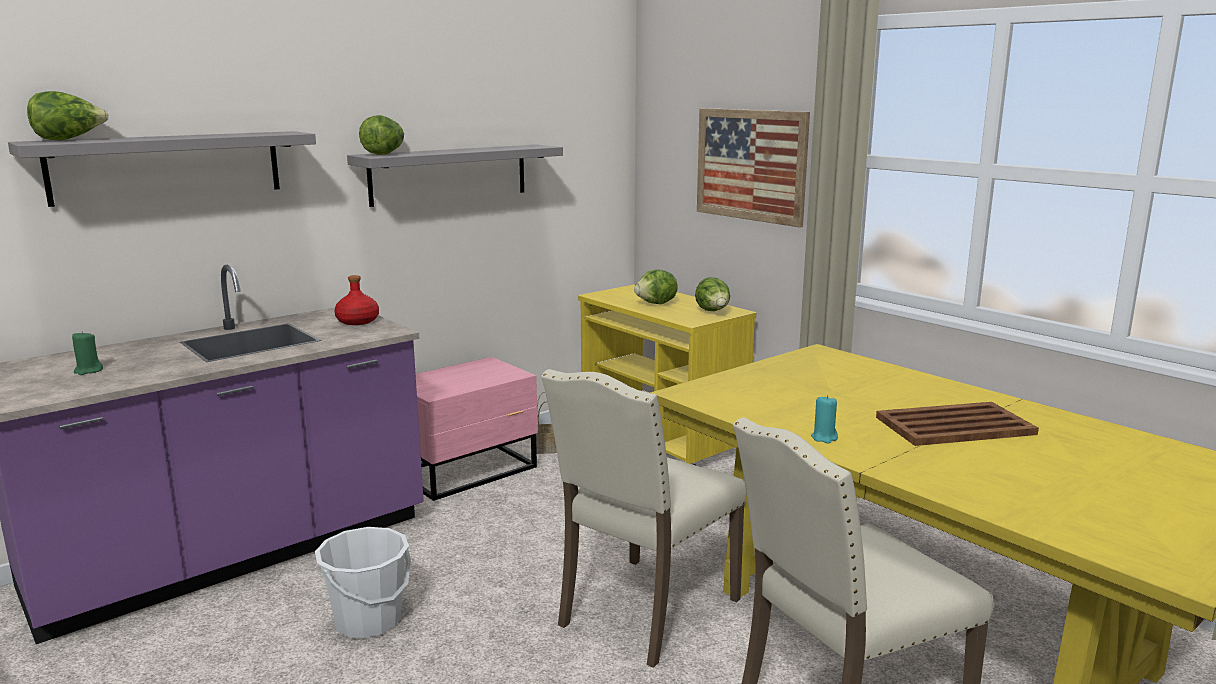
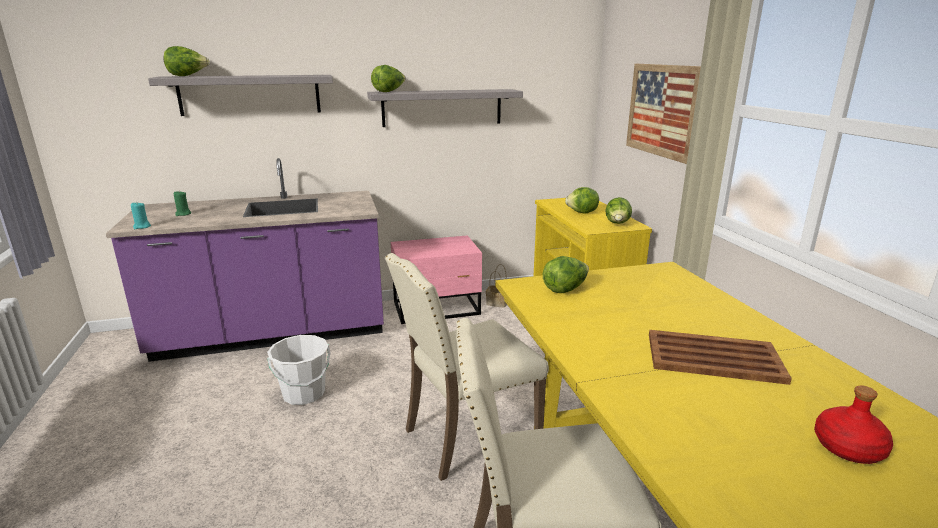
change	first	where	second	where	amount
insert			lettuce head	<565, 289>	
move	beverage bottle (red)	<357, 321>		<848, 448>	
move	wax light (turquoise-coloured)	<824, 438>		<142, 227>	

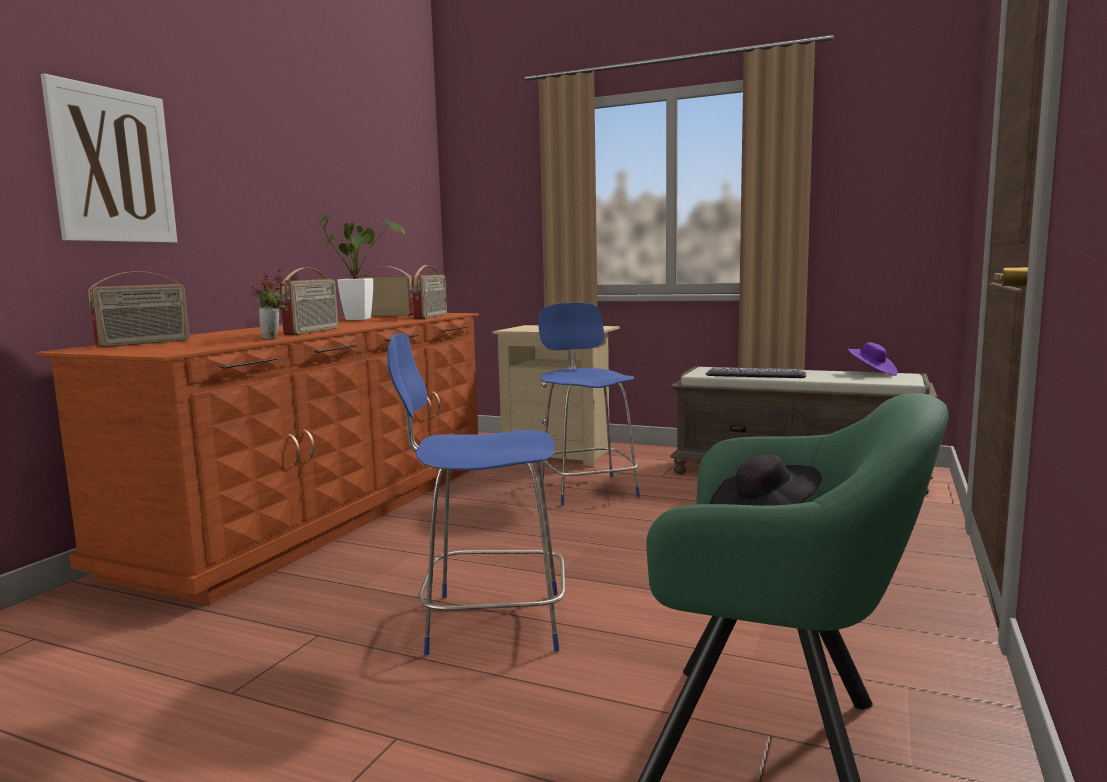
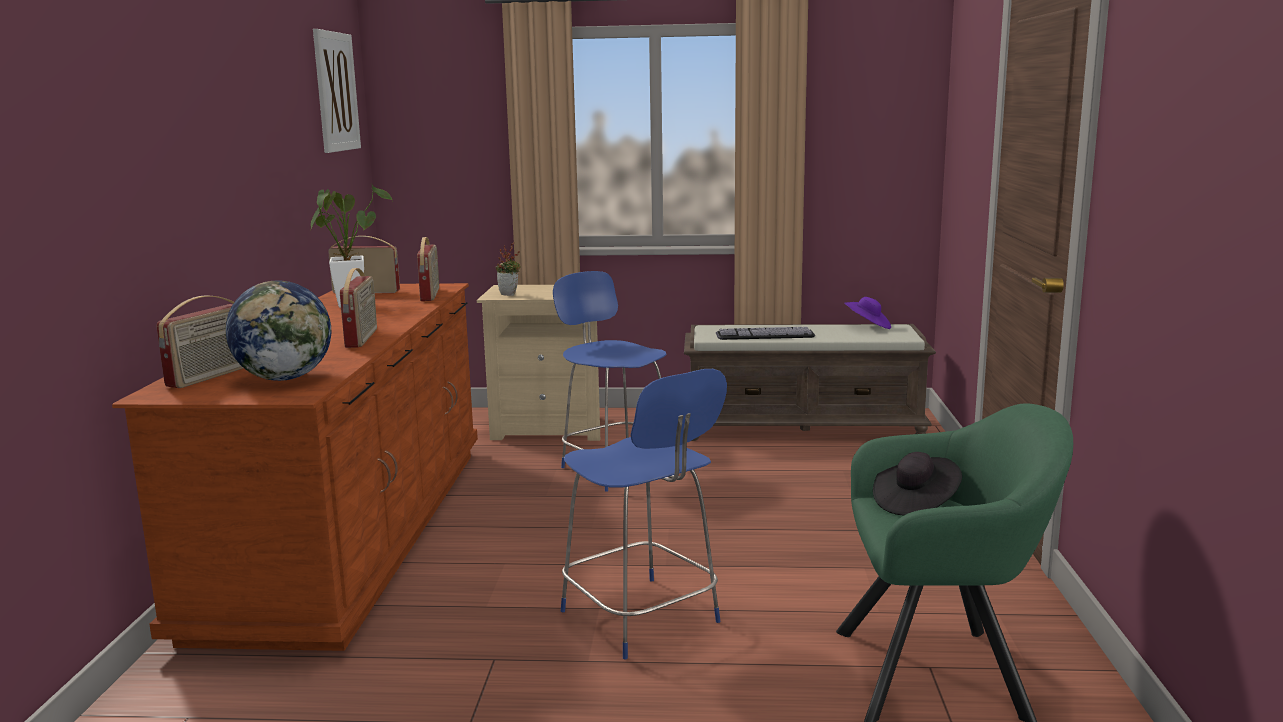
change	first	where	second	where	amount
insert			desk globe	<285, 378>	
move	wall art	<113, 166>		<336, 92>	
move	plant in a pot	<273, 338>		<510, 294>	
rotate	plain chair (bluish)	<489, 622>		<642, 619>	105 degrees counterclockwise

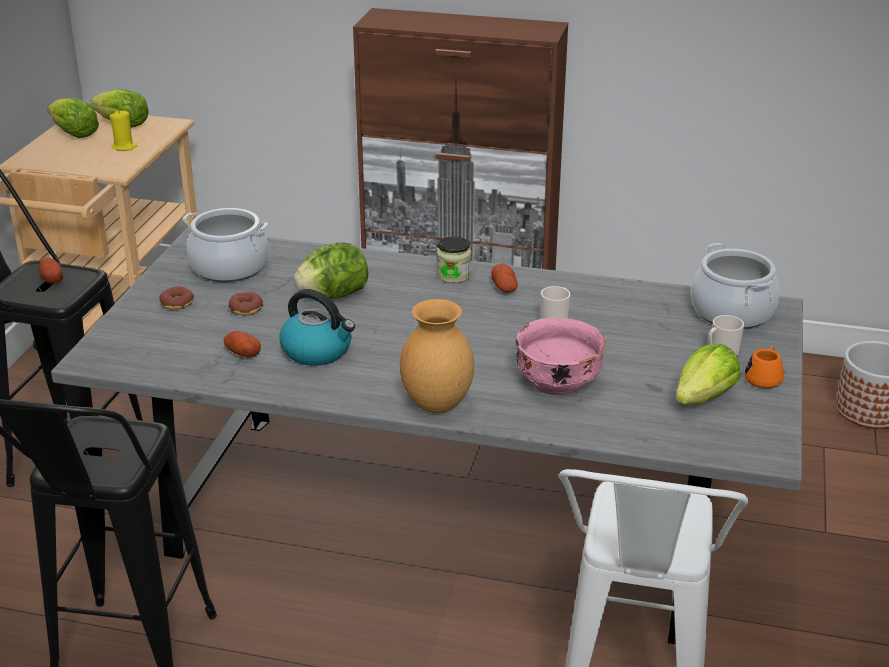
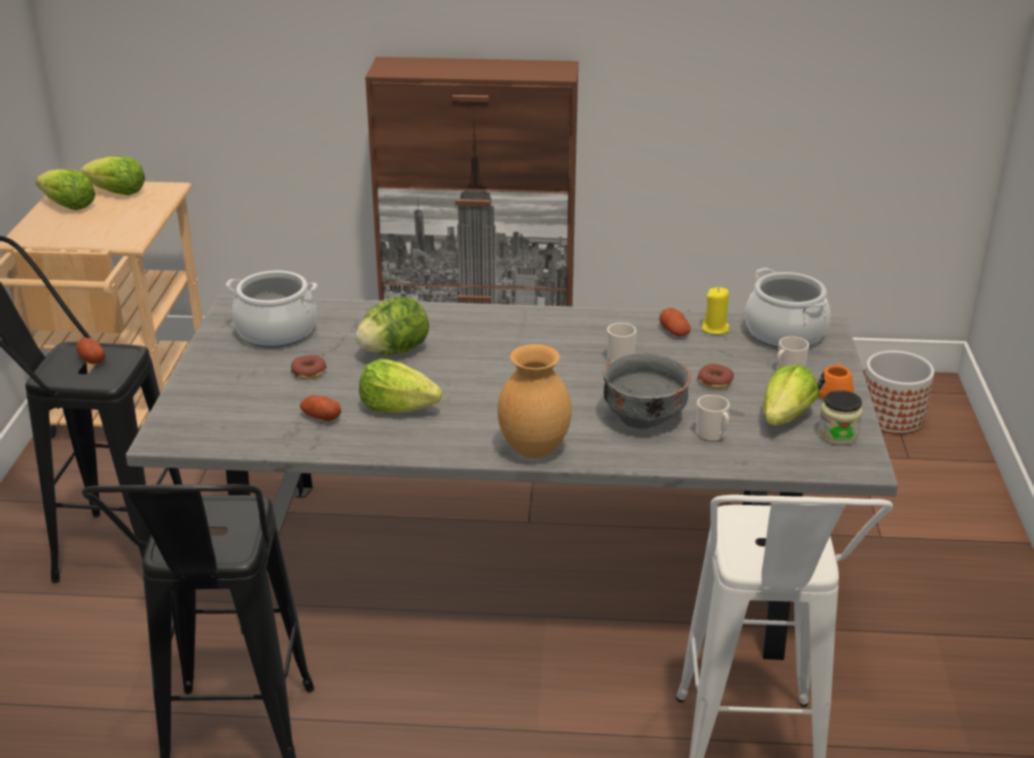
change	first	where	second	where	amount
insert			mug	<712, 435>	
move	wax light (yellow-coloured)	<124, 147>		<715, 329>	
move	ring doughnut	<177, 303>		<715, 381>	
move	jar	<453, 275>		<837, 435>	
move	spud	<504, 287>		<674, 331>	
replace	kettle	<318, 351>	lettuce head	<397, 408>	
recolor	serving bowl (pinkish)	<557, 384>	serving bowl (grey)	<643, 417>	

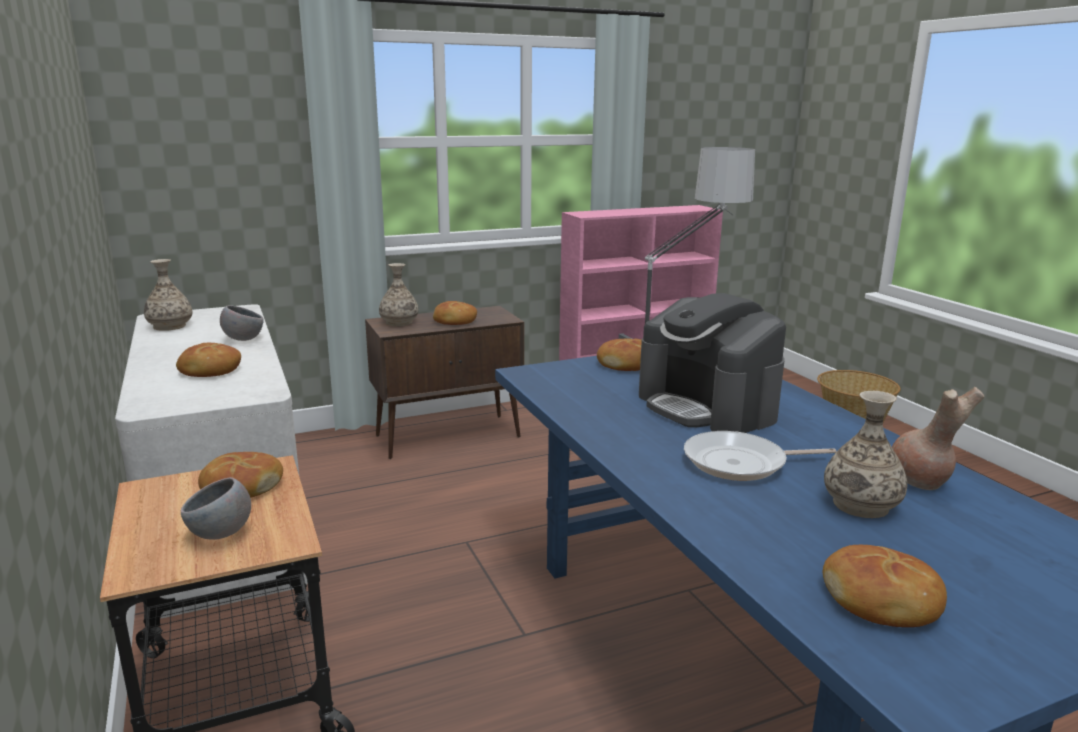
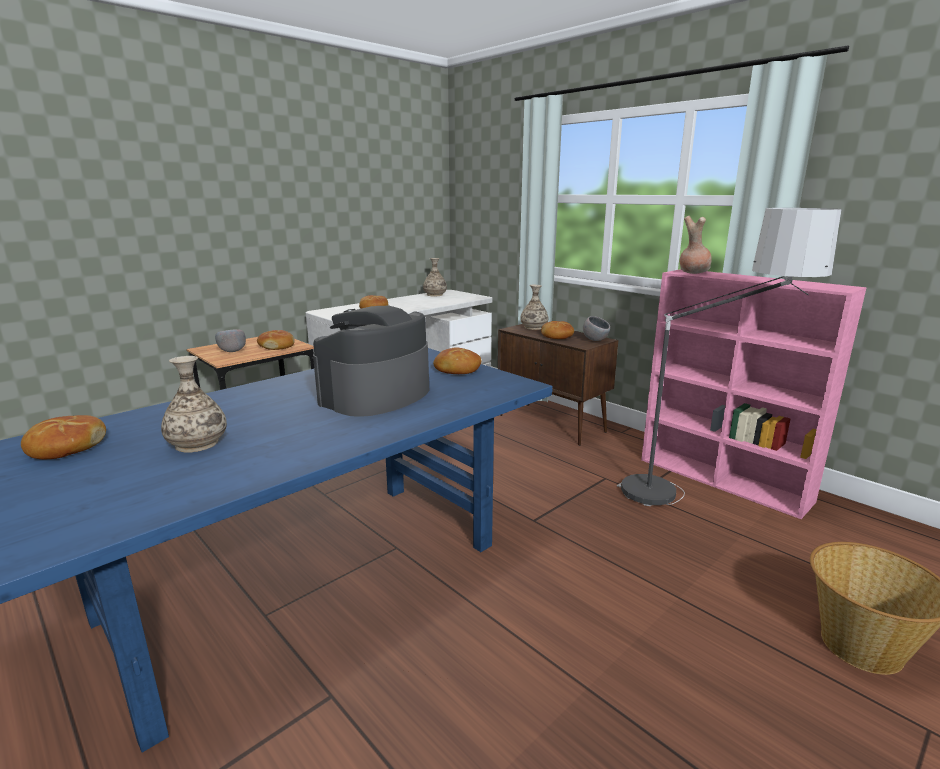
change	first	where	second	where	amount
delete	frying pan	<740, 463>			
move	serving bowl (grey)	<243, 339>		<595, 340>	
move	flower vase (brown)	<919, 482>		<692, 272>	

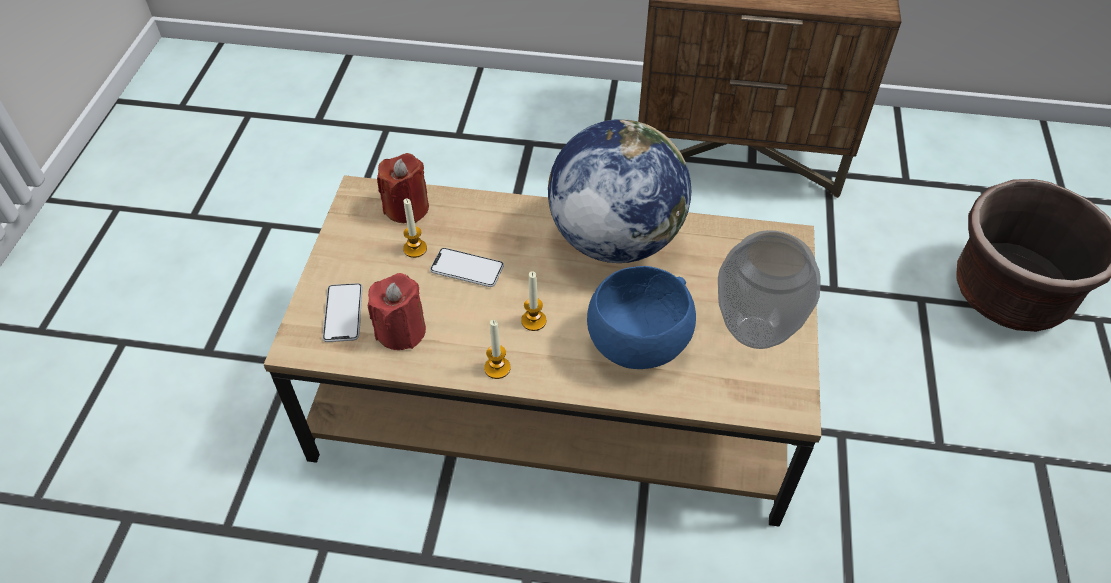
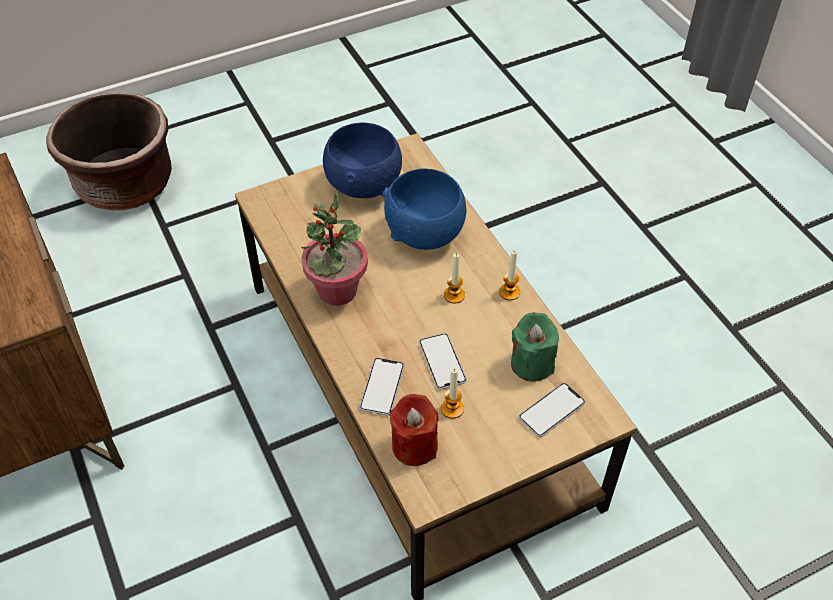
change	first	where	second	where	amount
insert			phone	<382, 387>	
replace	desk globe	<614, 239>	plant in a pot	<337, 291>	
replace	flower vase	<756, 333>	serving bowl (bluish)	<364, 184>	
recolor	wax light (red)	<401, 331>	wax light (green-coloured)	<532, 364>	

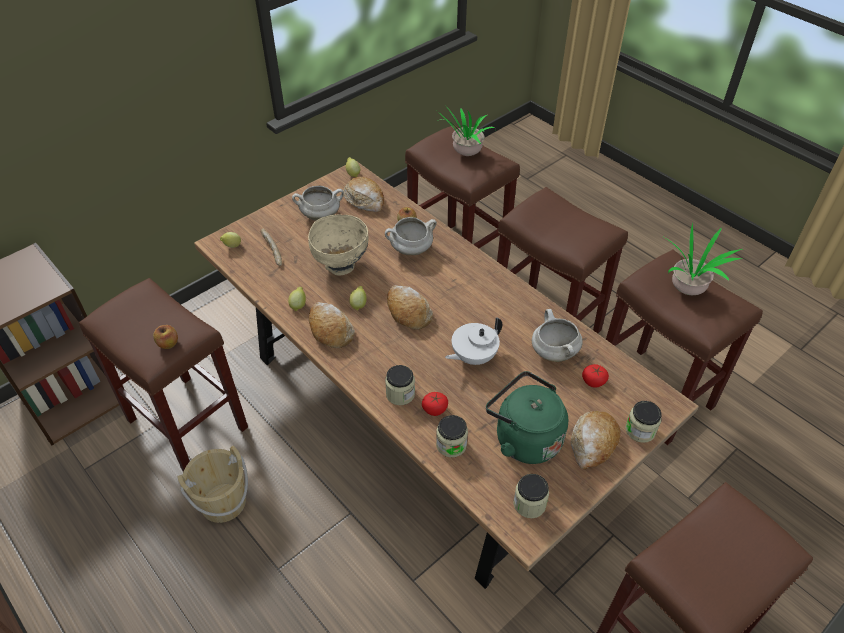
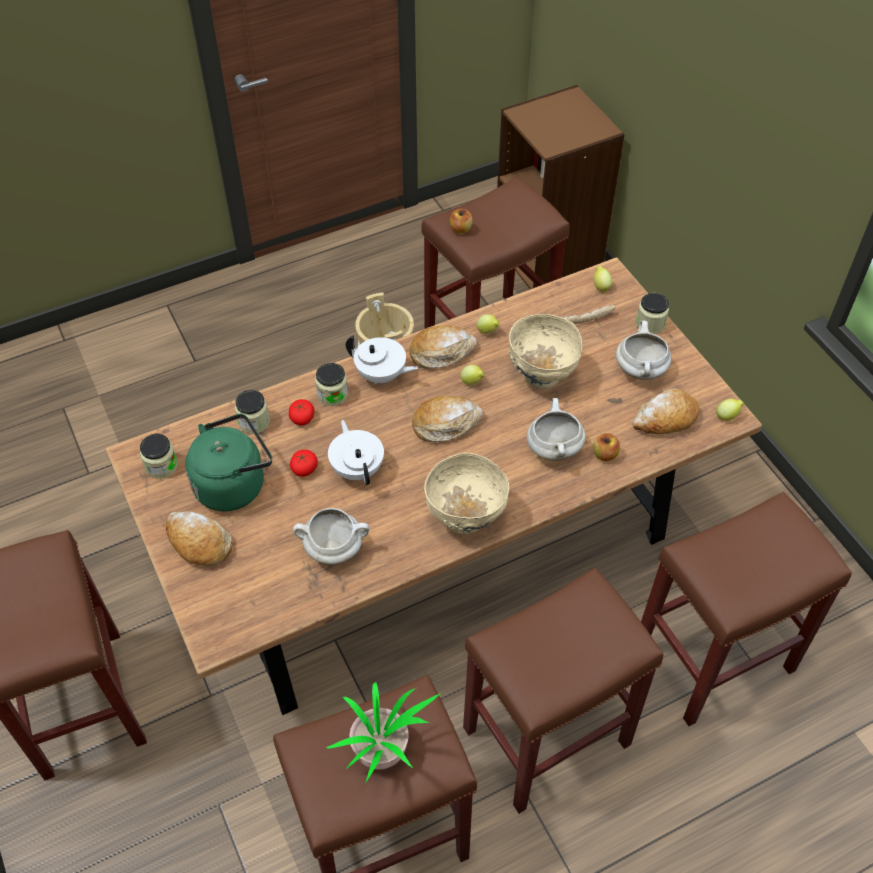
change	first	where	second	where	amount
delete	plant in a pot	<465, 154>			
insert			pot for tea (white-coloured)	<381, 375>	
insert			serving bowl (beige)	<465, 519>	
move	fresh tomato	<593, 381>		<304, 469>	
move	jar	<640, 430>		<650, 323>	

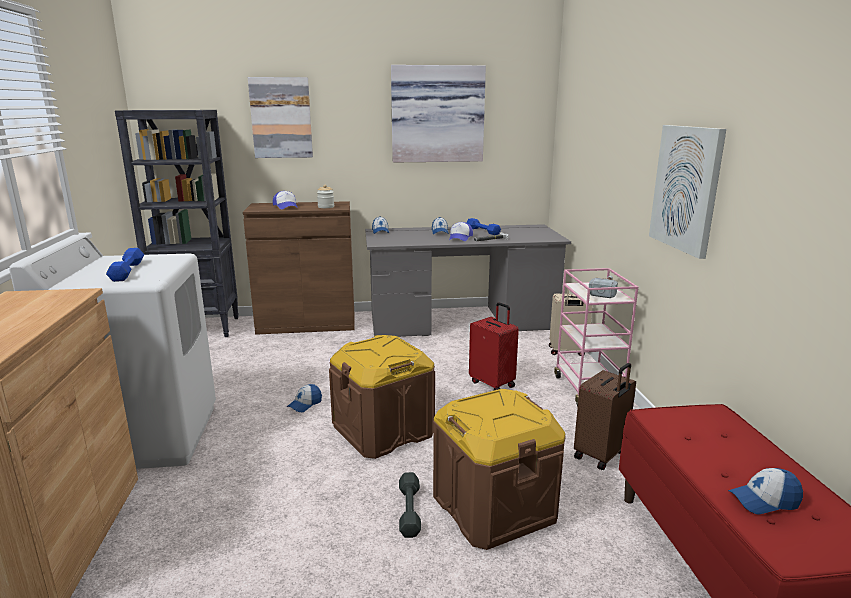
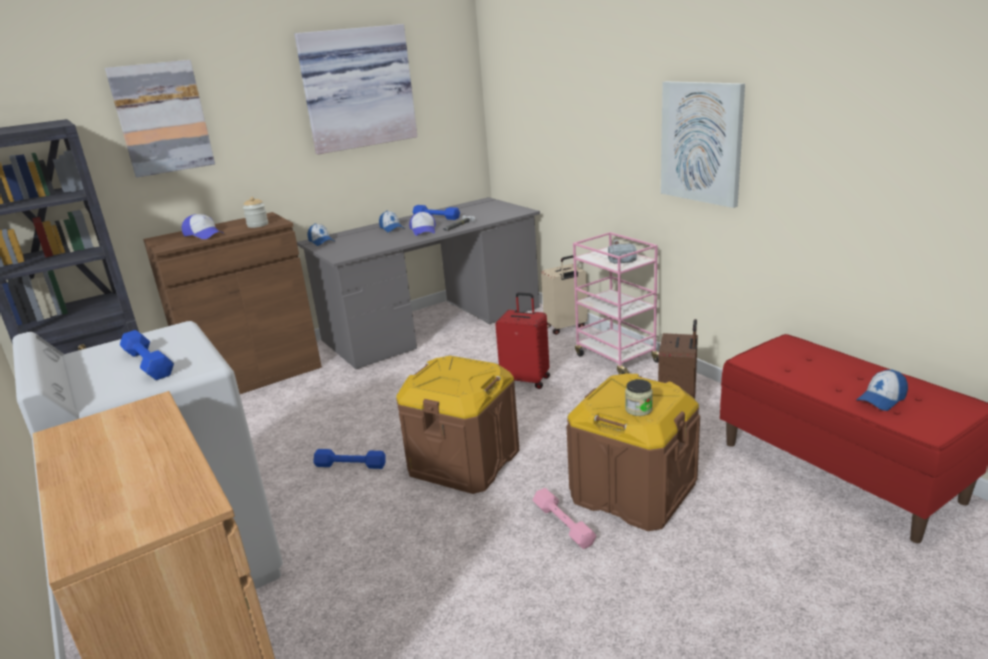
change	first	where	second	where	amount
insert			jar	<638, 409>	
replace	peaked cap	<305, 404>	dumbbell (bluish)	<351, 465>	
recolor	dumbbell (grey)	<409, 510>	dumbbell (pinkish)	<564, 524>	

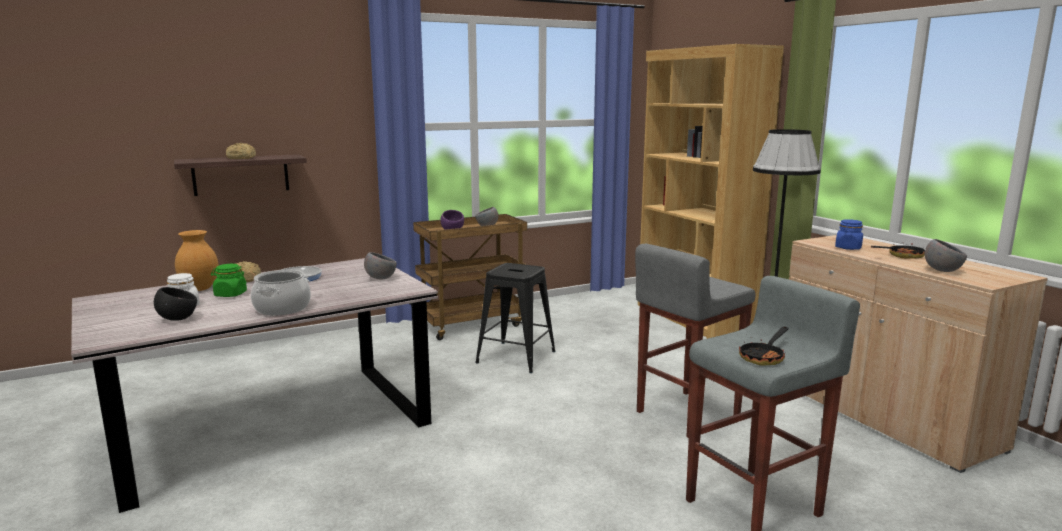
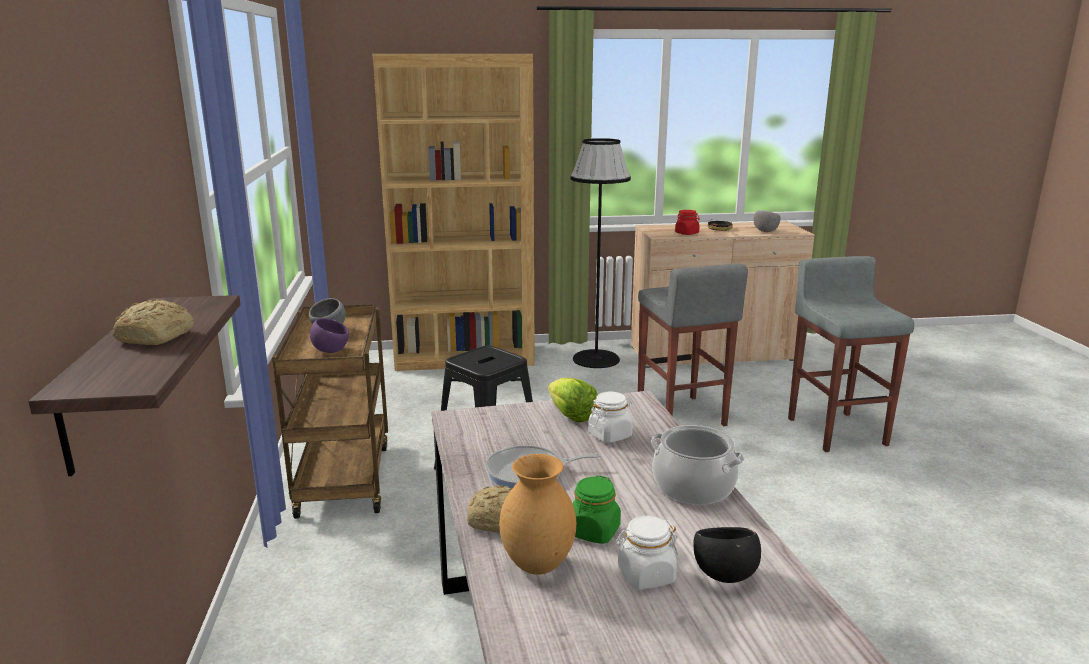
change	first	where	second	where	amount
delete	frying pan	<764, 357>			
insert			jar (white-coloured)	<610, 435>	
replace	serving bowl (grey)	<380, 278>	lettuce head	<571, 416>	
recolor	jar (bluish)	<848, 248>	jar (red)	<687, 233>	

